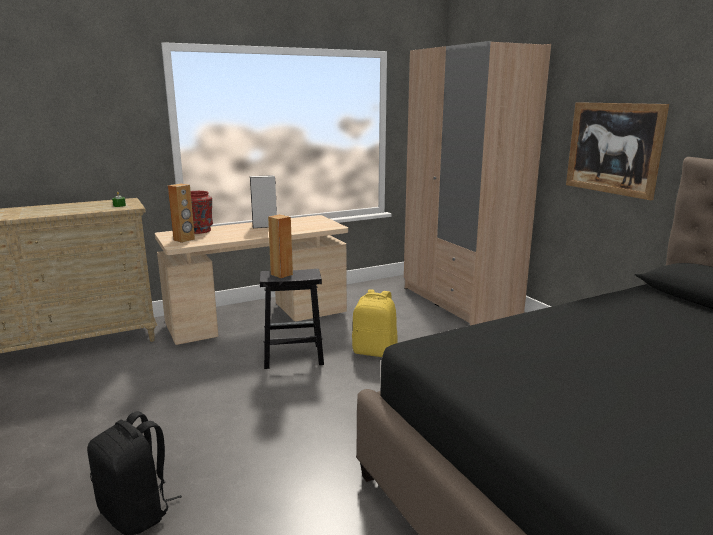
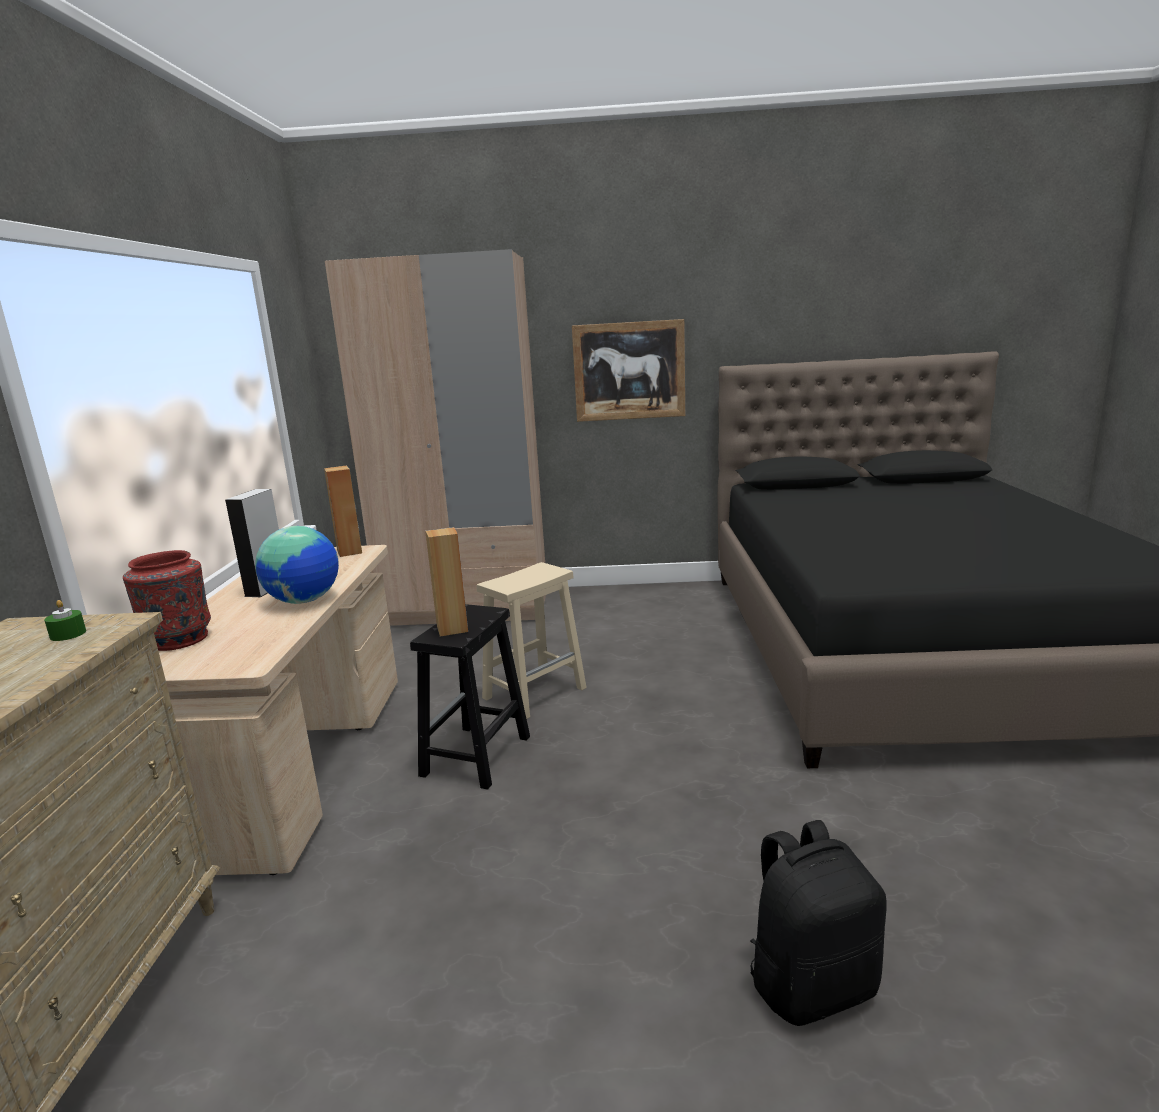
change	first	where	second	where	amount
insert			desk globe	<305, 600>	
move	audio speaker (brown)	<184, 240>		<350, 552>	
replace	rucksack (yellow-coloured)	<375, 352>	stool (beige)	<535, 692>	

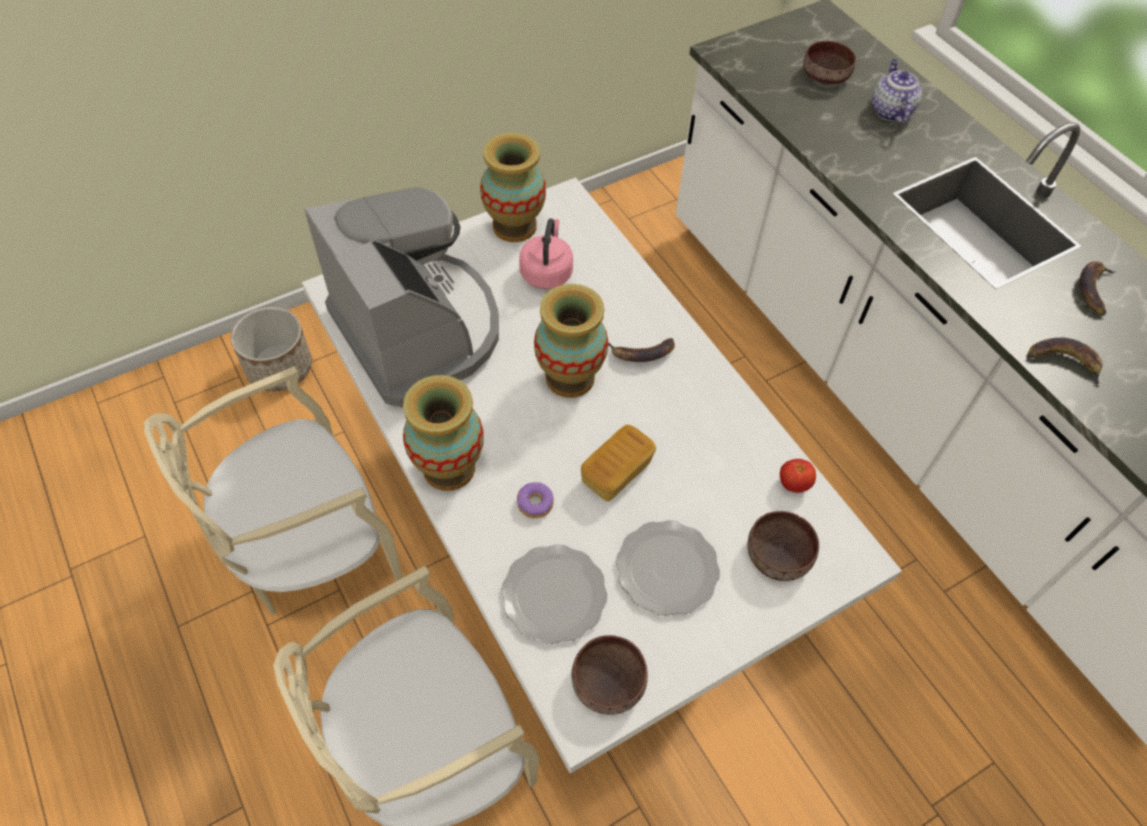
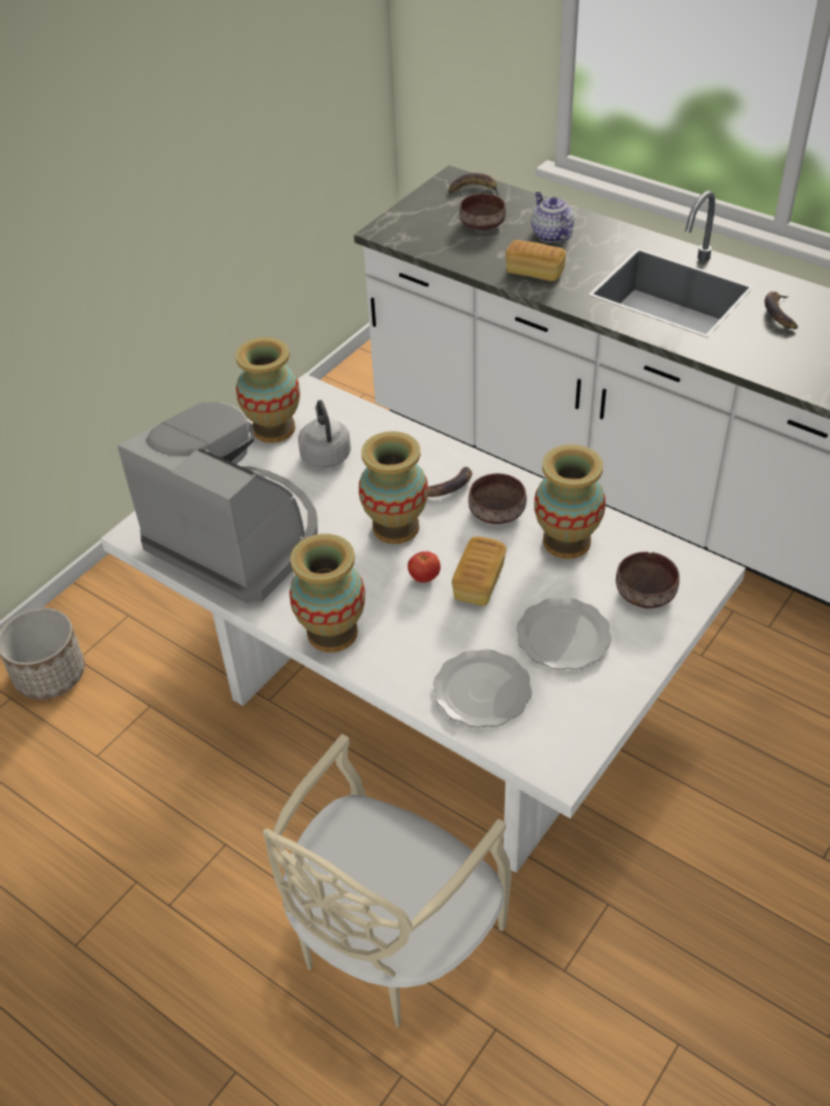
change	first	where	second	where	amount
delete	plain chair (beige)	<310, 547>			
delete	ring doughnut	<535, 504>			
insert			baked bread	<534, 272>	
insert			flower vase	<566, 541>	
move	serving bowl (brown)	<607, 680>		<495, 511>	
move	fresh tomato	<794, 484>		<424, 577>	
move	whole banana	<1064, 362>		<474, 190>	
recolor	kettle (pinkish)	<547, 272>	kettle (grey)	<325, 454>	

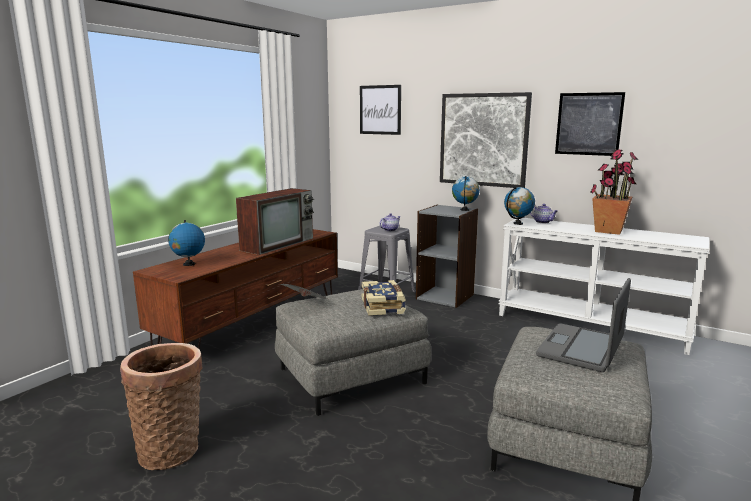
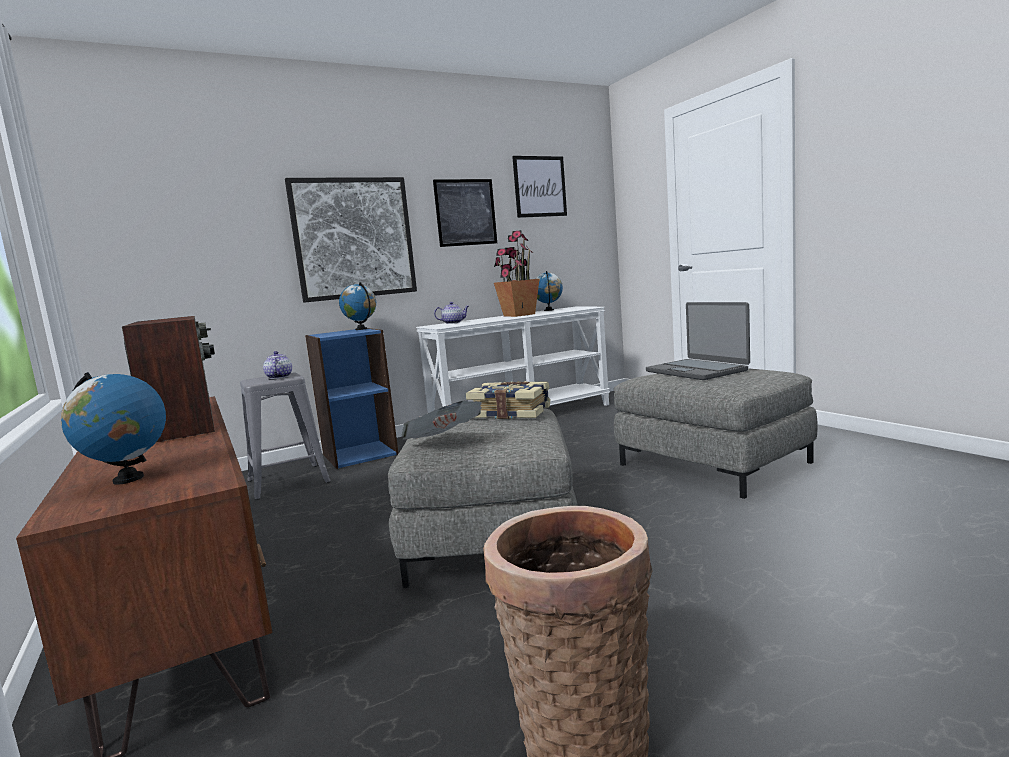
change	first	where	second	where	amount
move	wall art	<380, 110>		<540, 186>	
move	desk globe	<518, 223>		<549, 310>	
recolor	bookshelf (grey)	<445, 296>	bookshelf (bluish)	<360, 454>	

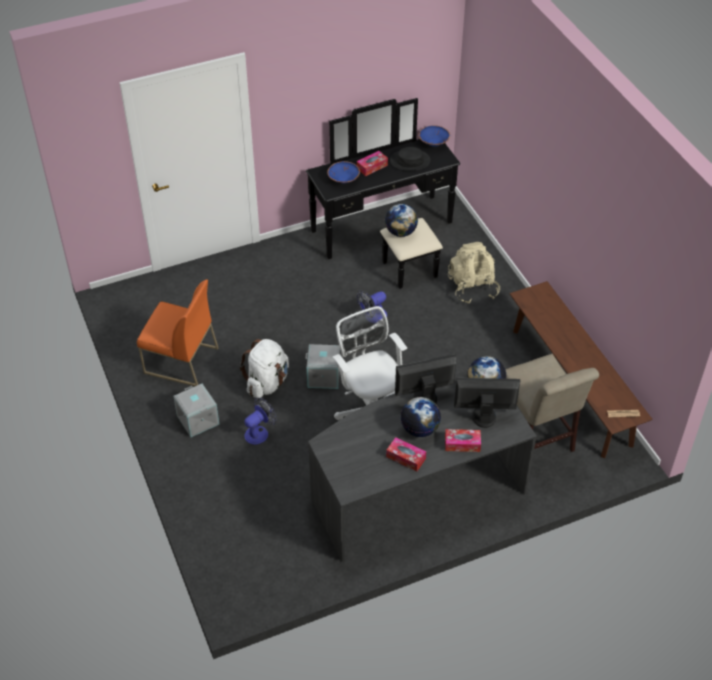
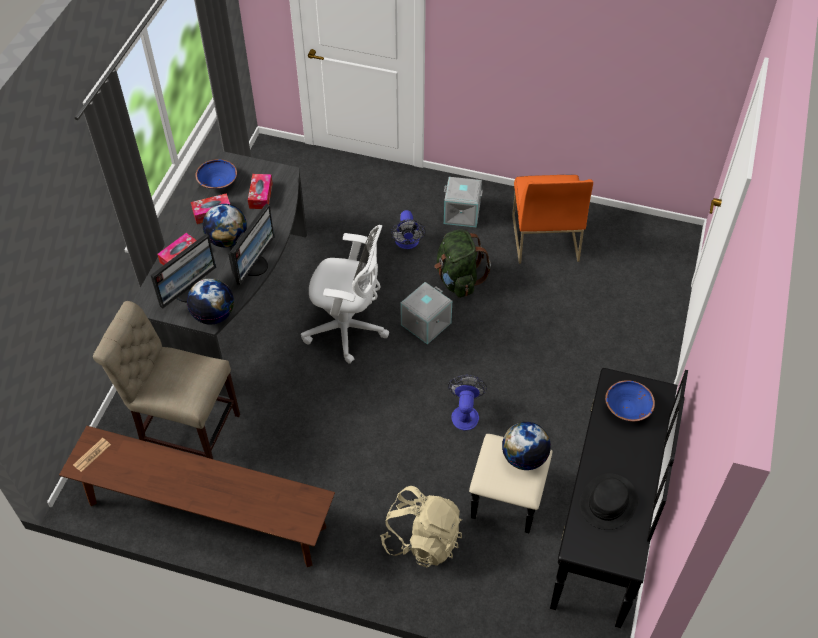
change	first	where	second	where	amount
move	tissue holder	<372, 167>		<261, 195>	
move	serving bowl (bluish)	<434, 142>		<217, 182>	
recolor	rucksack (white-coloured)	<267, 383>	rucksack (green-coloured)	<458, 280>	
rotate	plain chair (orangey)	<180, 361>		<544, 237>	60 degrees counterclockwise

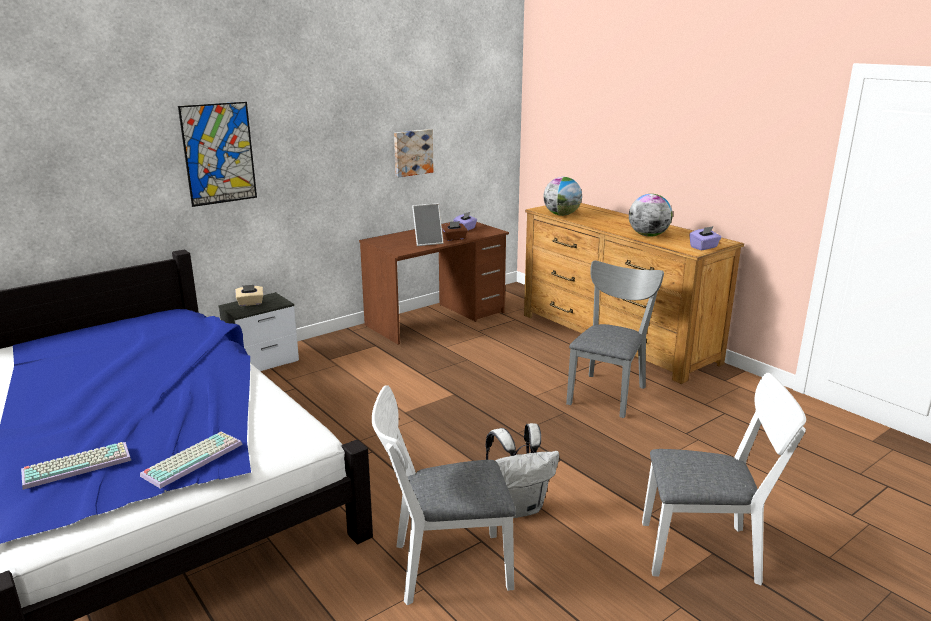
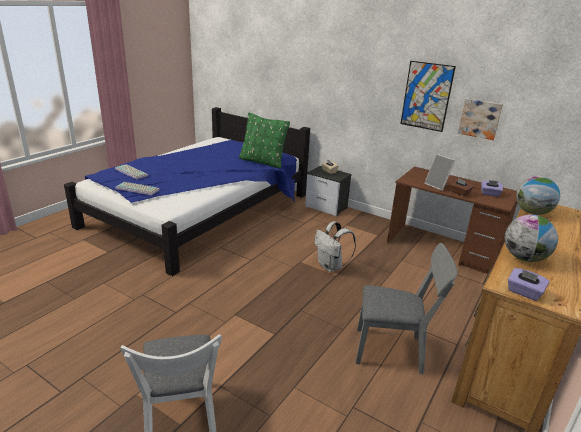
change	first	where	second	where	amount
delete	plain chair (white-coloured)	<442, 567>			
insert			pillow (green-coloured)	<262, 162>	
move	wall art	<219, 154>		<426, 96>	
move	rucksack (white-coloured)	<518, 507>		<331, 267>	

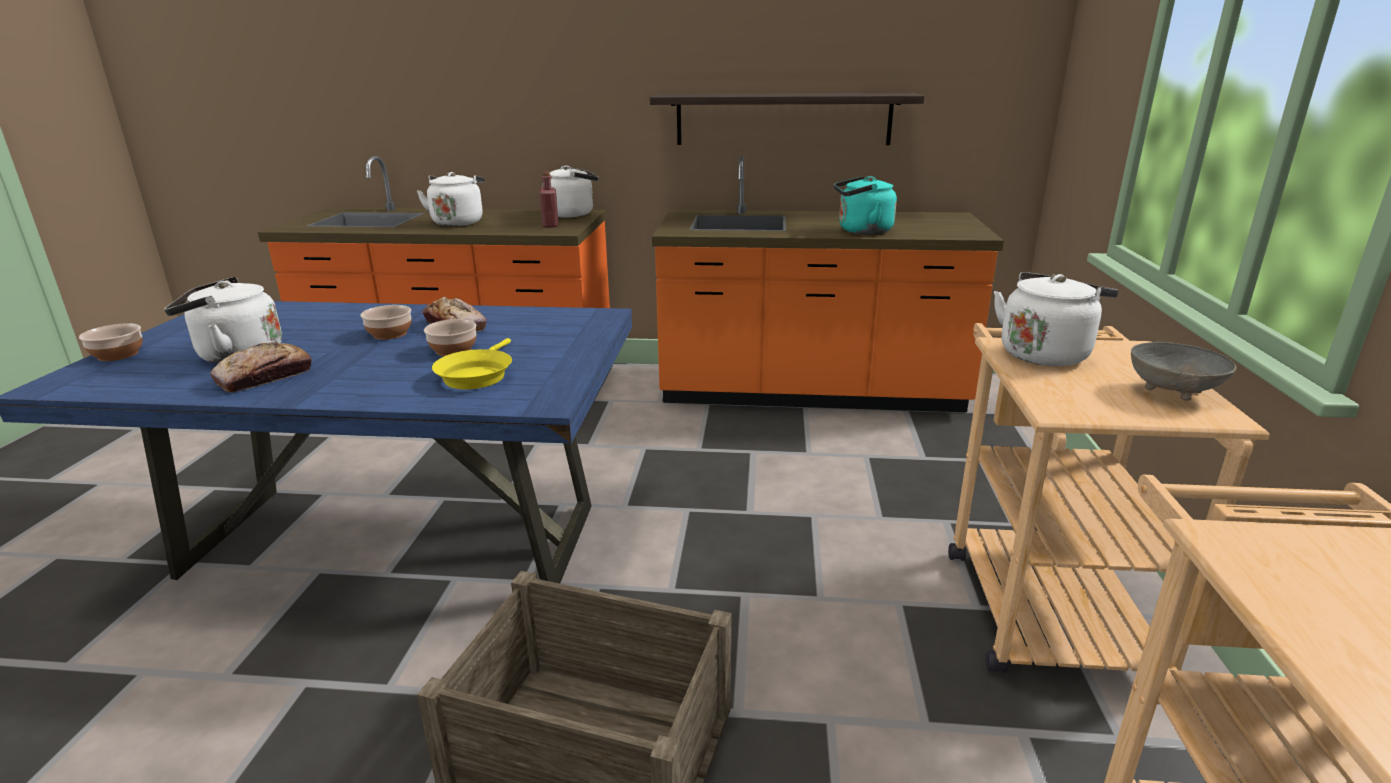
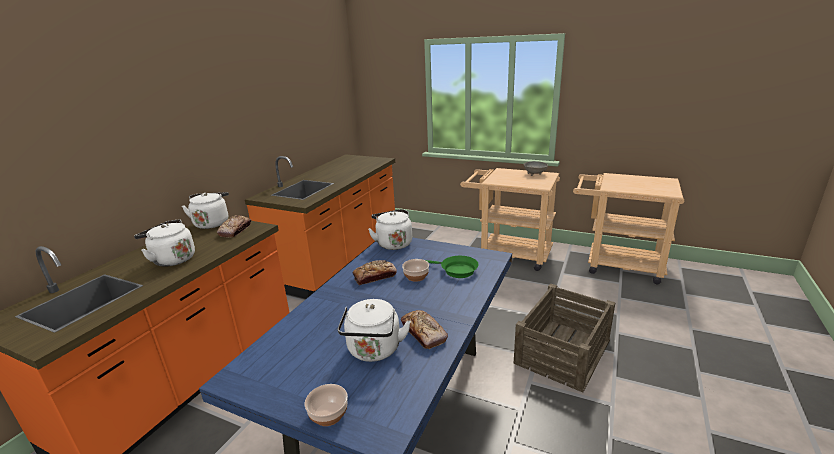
change	first	where	second	where	amount
delete	serving bowl	<390, 334>			
delete	wall shelf	<783, 119>			
delete	kettle (turquoise-coloured)	<861, 231>			
move	kettle (white-coloured)	<1045, 354>		<393, 243>	
replace	beverage bottle (red)	<550, 225>	baked bread	<235, 230>	
recolor	frying pan (yellow-coloured)	<477, 375>	frying pan (green-coloured)	<456, 270>	

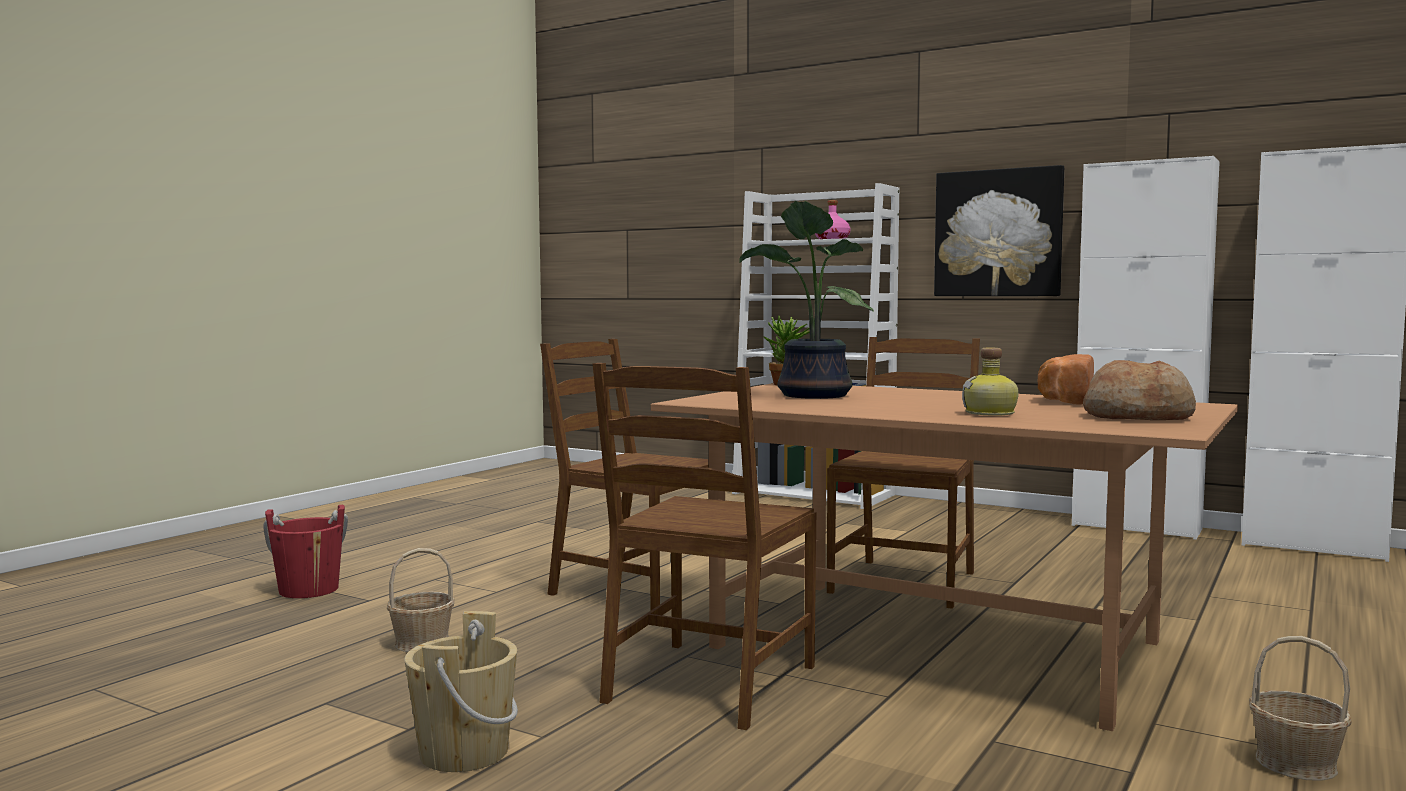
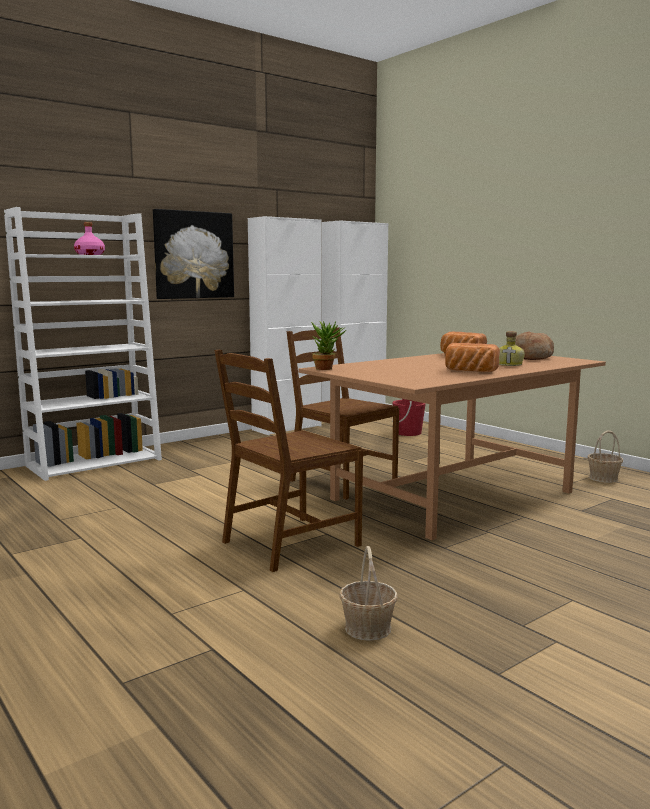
change	first	where	second	where	amount
delete	bucket (beige)	<464, 752>			
delete	plain chair (brown)	<709, 684>			
delete	plant in a pot	<810, 395>			
insert			baked bread	<469, 371>	
move	bucket (red)	<309, 590>		<408, 433>	

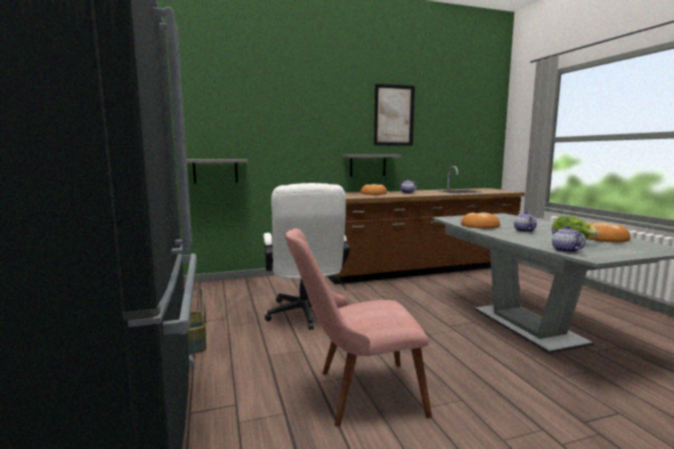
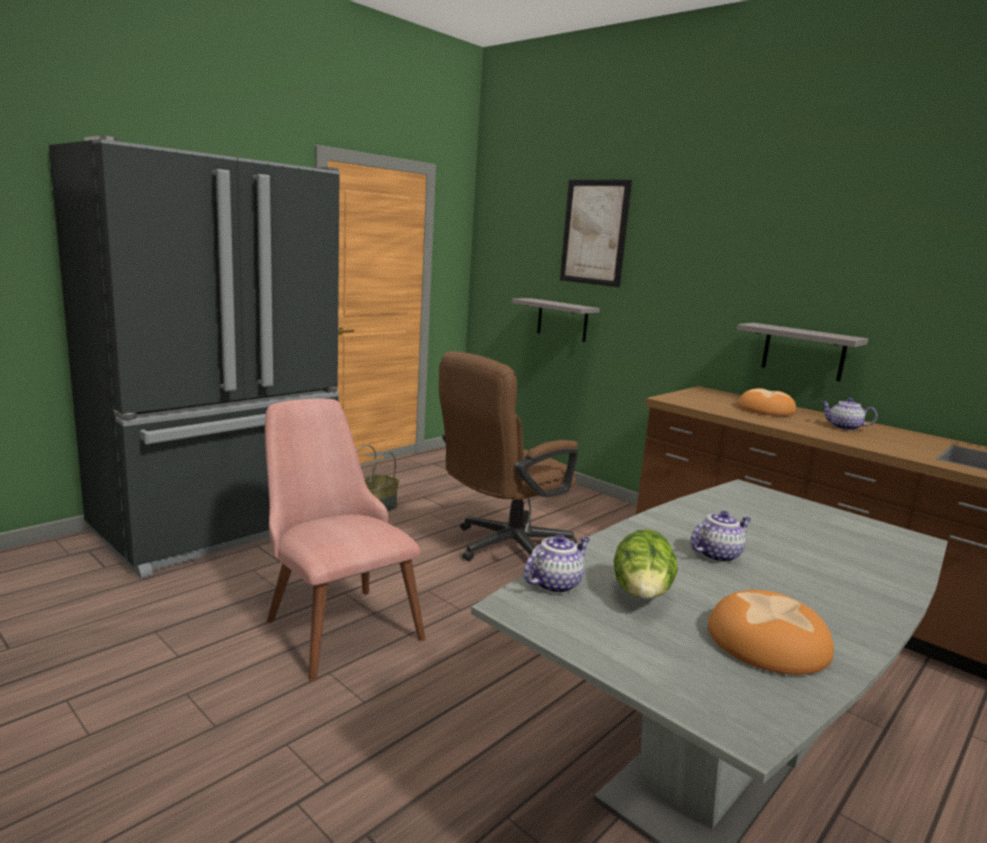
change	first	where	second	where	amount
delete	baked bread	<480, 226>			
move	wall art	<394, 115>		<594, 232>	
recolor	computer chair (white-coloured)	<305, 315>	computer chair (brown)	<503, 547>	

